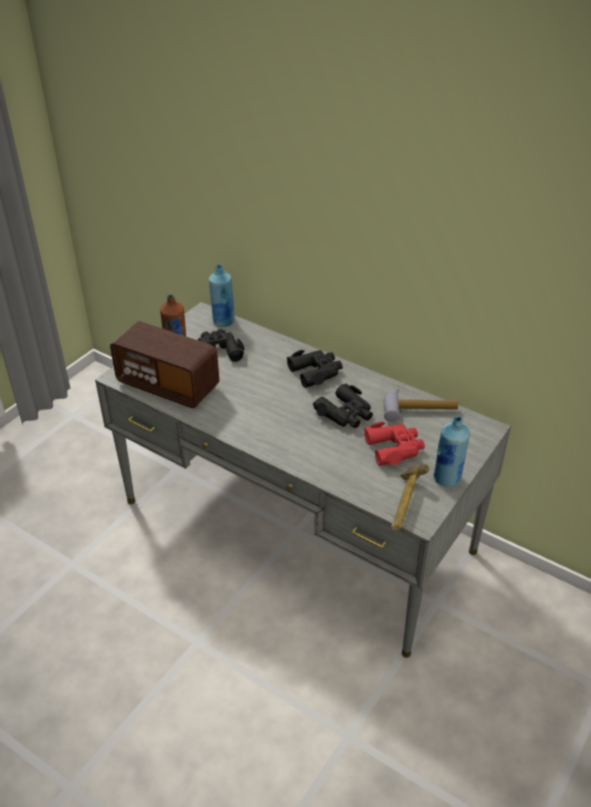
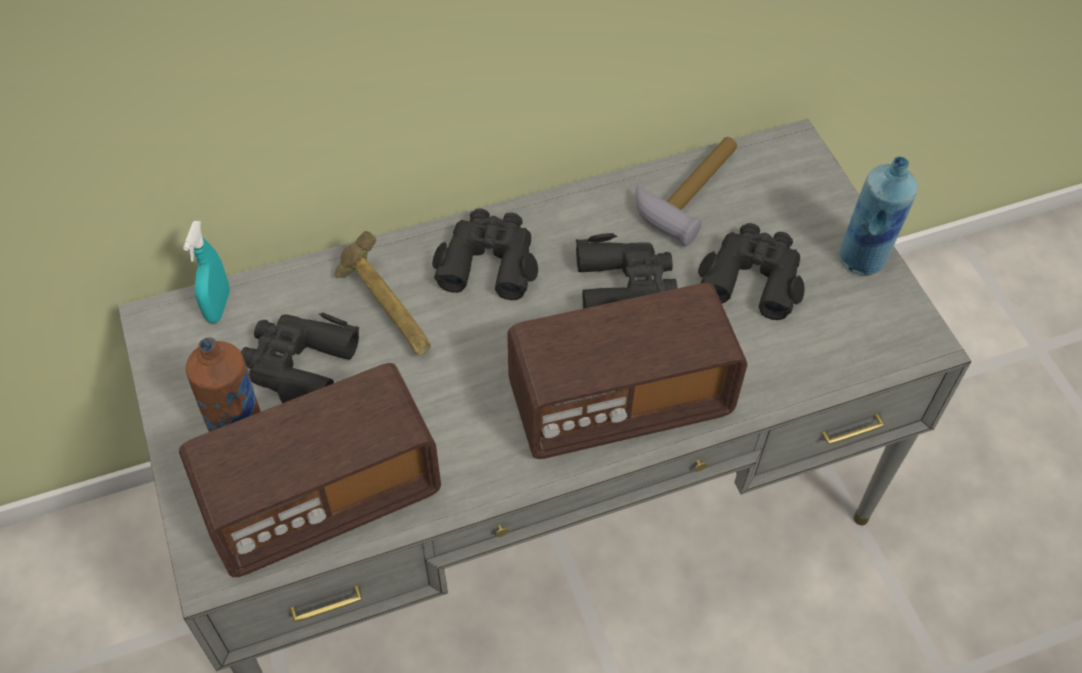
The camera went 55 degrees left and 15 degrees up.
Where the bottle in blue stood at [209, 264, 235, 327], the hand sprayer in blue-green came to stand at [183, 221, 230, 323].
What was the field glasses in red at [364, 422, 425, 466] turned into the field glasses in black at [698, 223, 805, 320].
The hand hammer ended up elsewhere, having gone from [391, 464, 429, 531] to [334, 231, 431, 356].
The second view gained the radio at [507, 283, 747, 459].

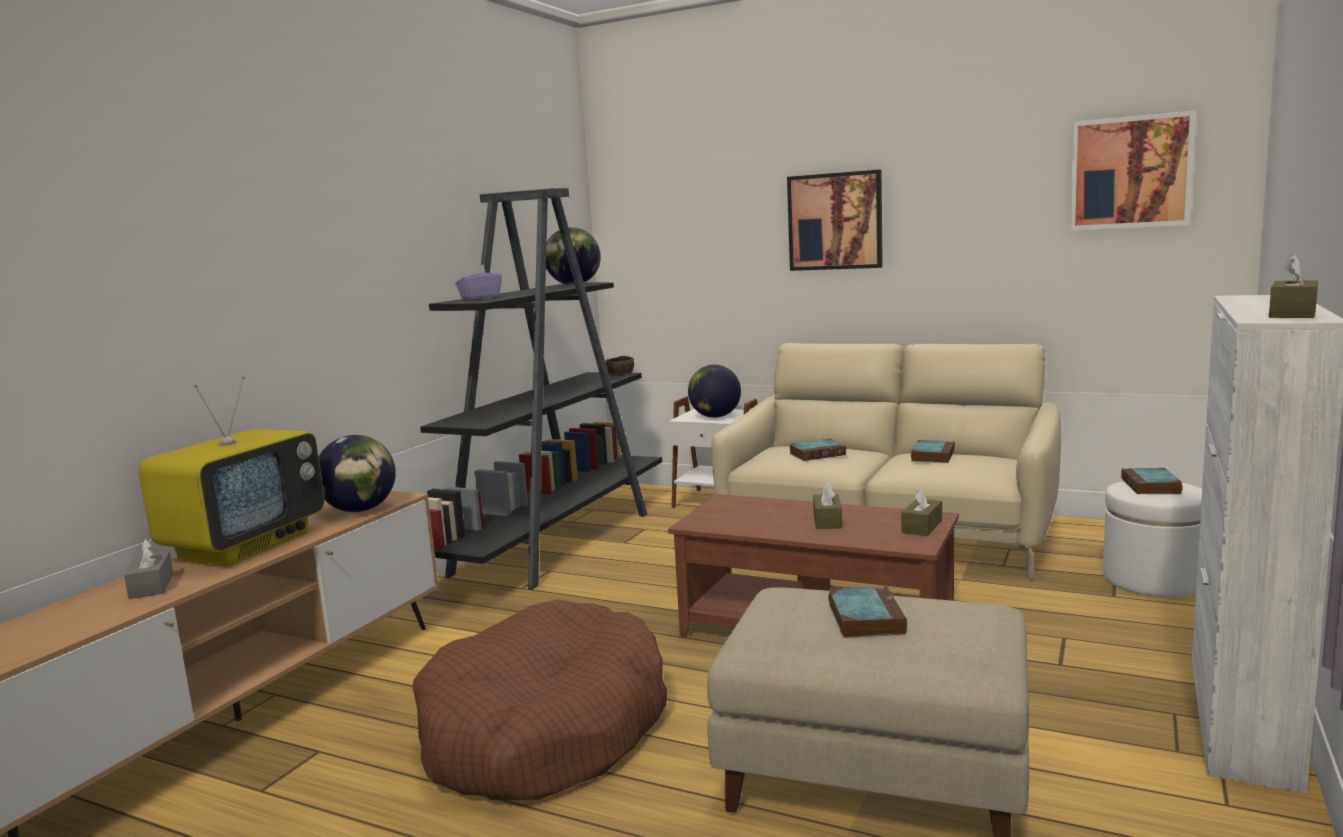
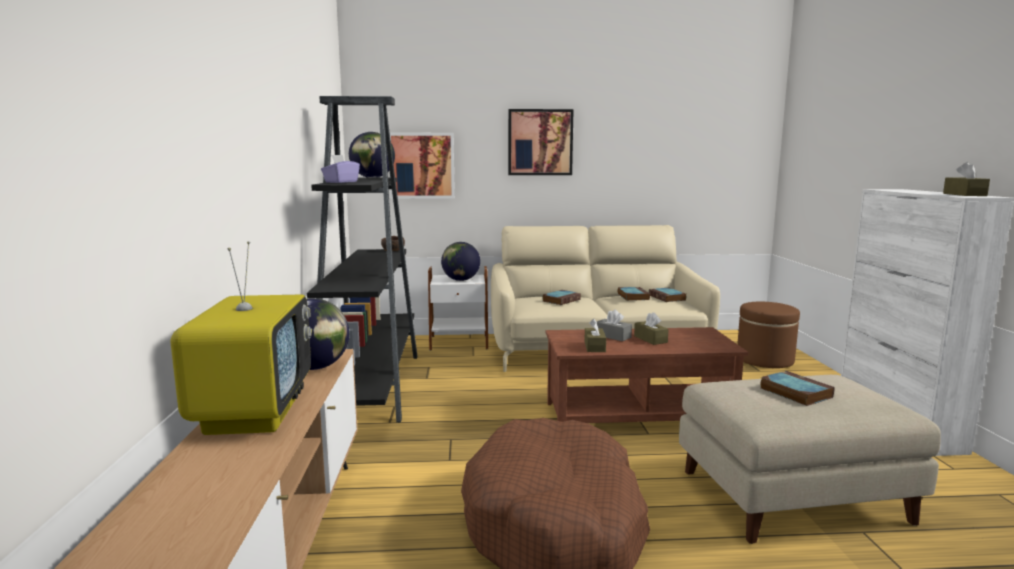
The camera went 30 degrees left and 0 degrees up.
The tissue holder in greyish ended up elsewhere, having gone from [124, 539, 173, 599] to [597, 309, 632, 341].
The tissue holder in brown ended up elsewhere, having gone from [901, 486, 942, 536] to [584, 319, 606, 352].
The wall art ended up elsewhere, having gone from [1070, 110, 1196, 231] to [389, 133, 455, 199].
What was the ottoman in white-coloured at [1103, 481, 1202, 597] turned into the ottoman in brown at [737, 302, 800, 368].
The book ended up elsewhere, having gone from [1121, 468, 1183, 494] to [649, 288, 687, 302].

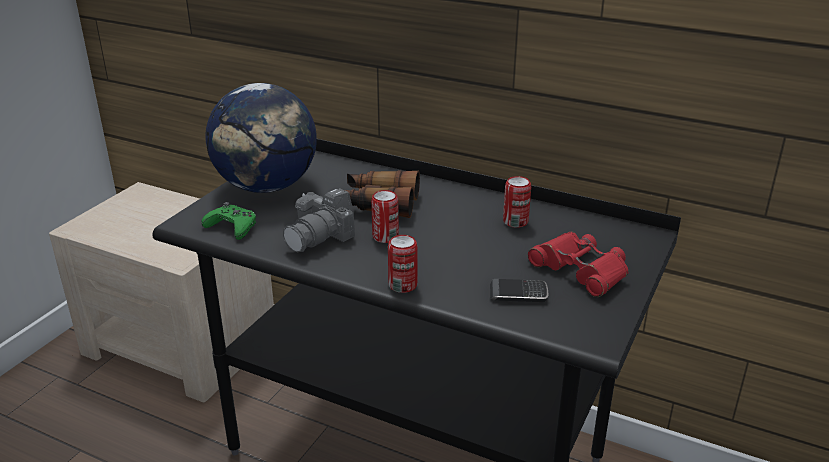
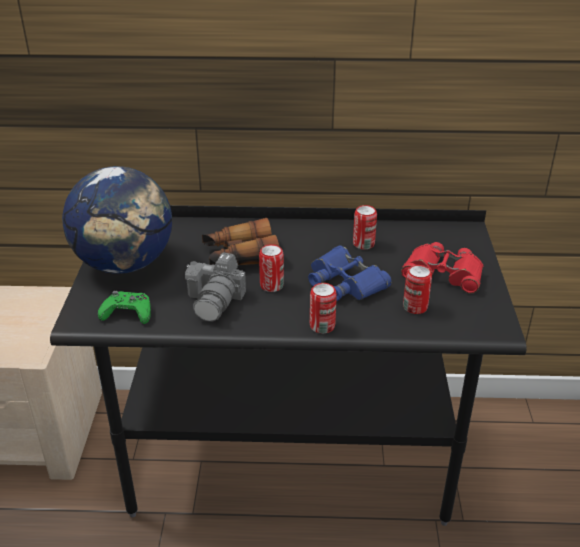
The camera went 25 degrees left and 5 degrees up.
Where the telephone stood at [490, 279, 548, 302], the metal can came to stand at [403, 265, 432, 314].
The second view gained the field glasses in blue at [308, 246, 392, 301].

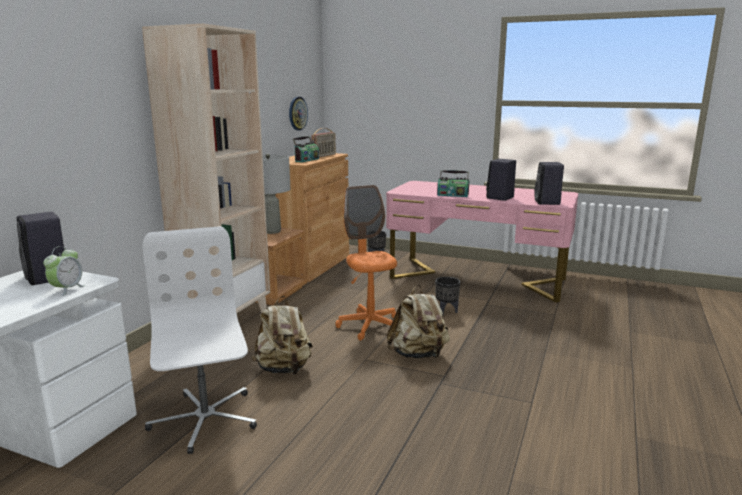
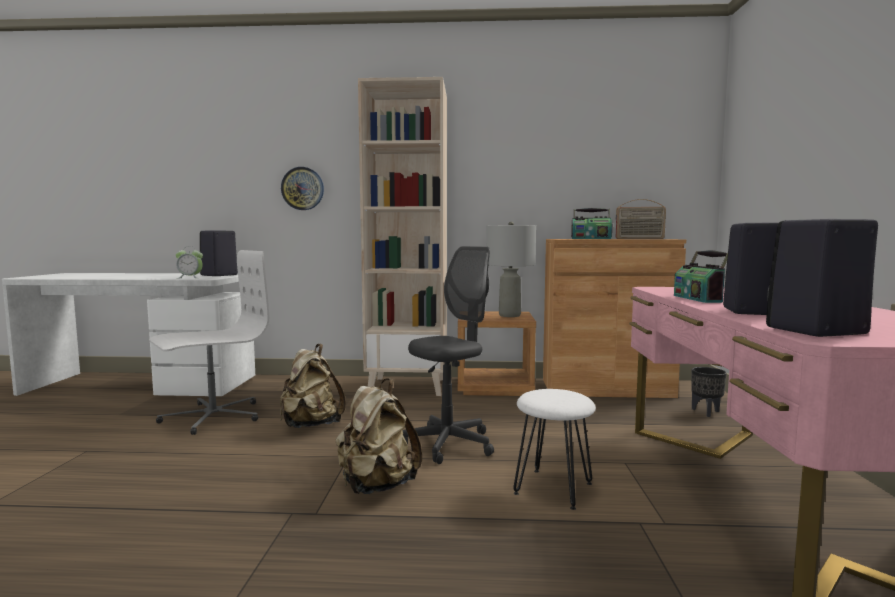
The camera went 70 degrees right and 10 degrees down.
The wall clock ended up elsewhere, having gone from [289, 97, 308, 131] to [281, 167, 324, 210].
What was the desk chair in orange-coloured at [335, 185, 397, 341] turned into the desk chair in greyish at [403, 246, 494, 464].
Where the flower pot in black stood at [435, 277, 460, 316], the stool in white-coloured came to stand at [513, 389, 596, 510].

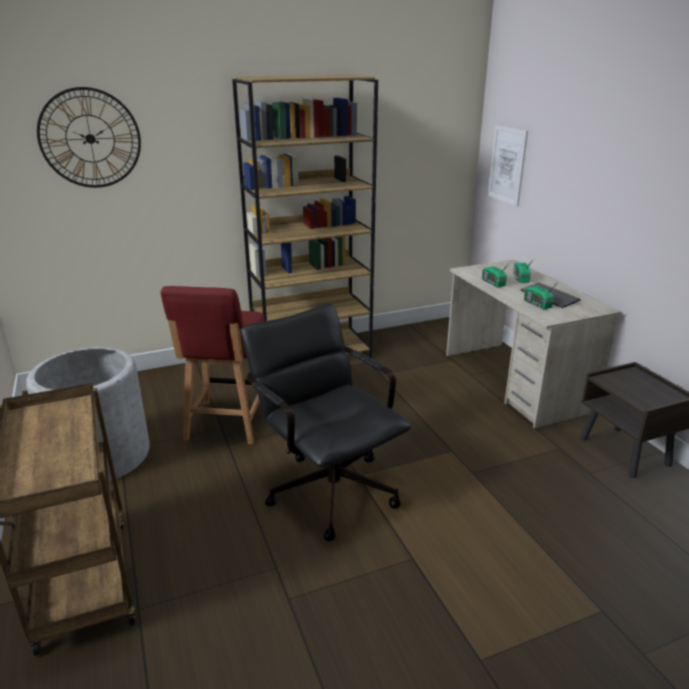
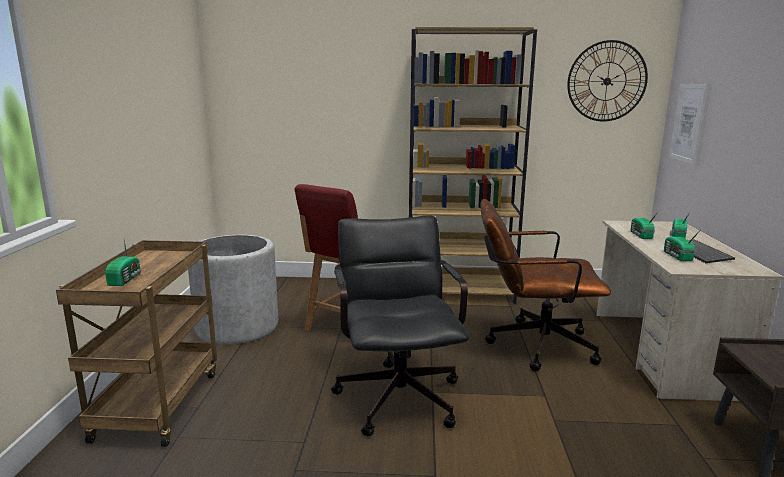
The camera went 25 degrees right and 10 degrees down.
The wall clock ended up elsewhere, having gone from [37, 87, 141, 188] to [567, 40, 648, 121].
The second view gained the radio at [105, 239, 141, 286].
The second view gained the desk chair in brown at [480, 199, 611, 371].

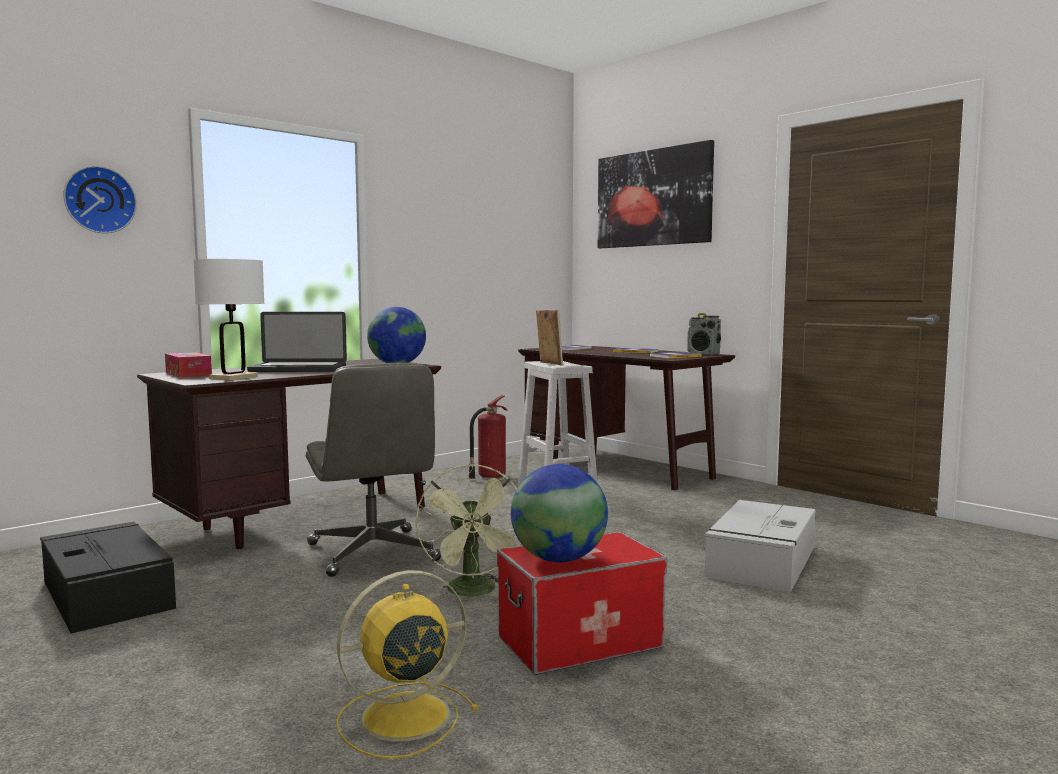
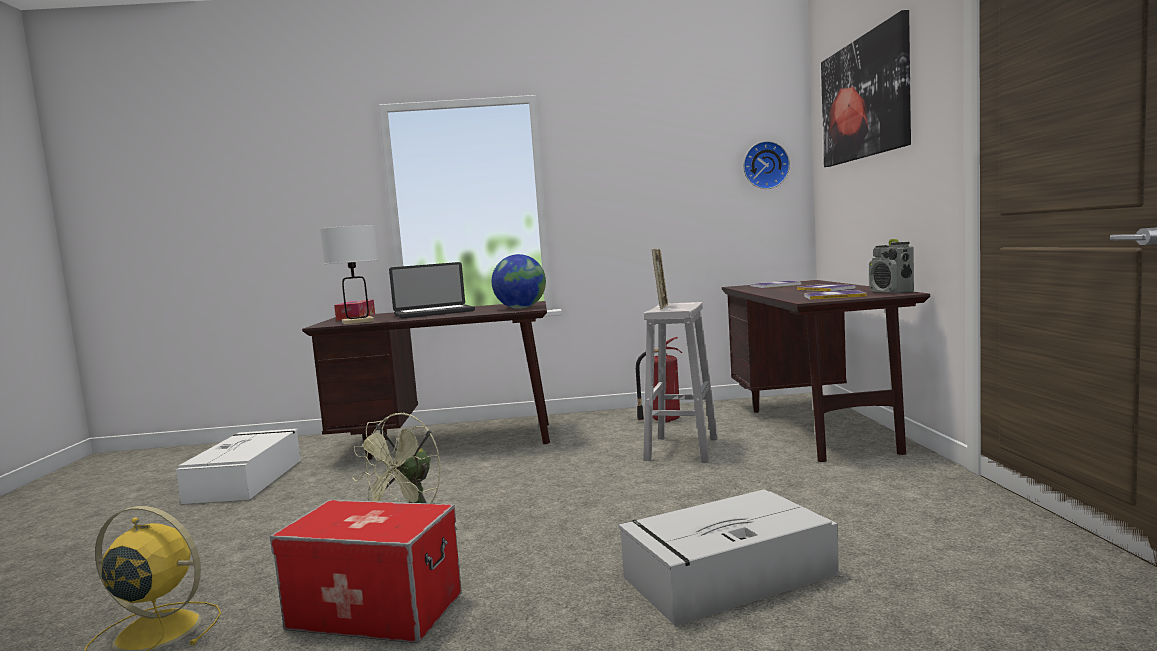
The camera went 40 degrees right and 0 degrees up.
What was the storage box in black at [40, 522, 176, 633] turned into the storage box in white-coloured at [176, 429, 301, 504].
The wall clock ended up elsewhere, having gone from [63, 166, 137, 234] to [743, 141, 790, 189].
The laptop at [247, 312, 347, 372] ended up facing another way, 60 degrees counterclockwise from before.
The second view lost the desk chair in greyish at [306, 363, 441, 577].
The second view lost the globe at [511, 464, 608, 563].

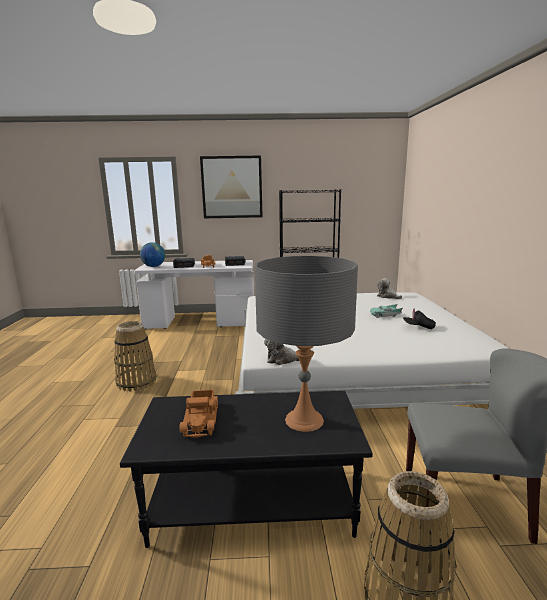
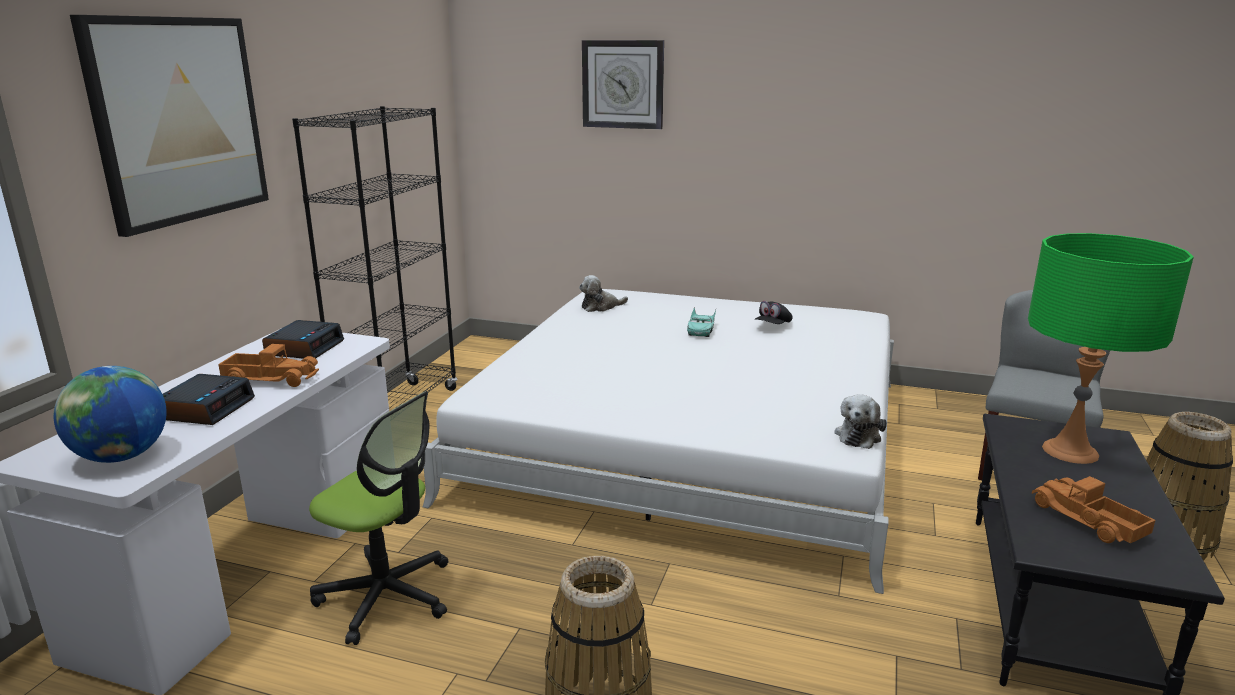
The camera went 70 degrees left and 5 degrees up.
The toy lorry at [179, 389, 218, 437] ended up facing another way, 135 degrees counterclockwise from before.
What was the table lamp in greyish at [255, 256, 358, 432] turned into the table lamp in greenish at [1028, 233, 1194, 464].
The second view gained the desk chair at [309, 391, 448, 645].
The second view gained the wall clock at [582, 40, 664, 129].

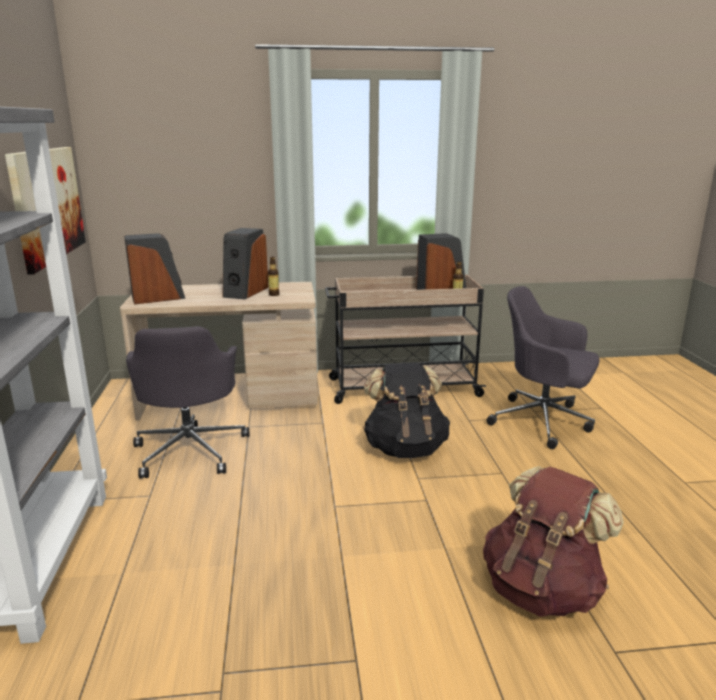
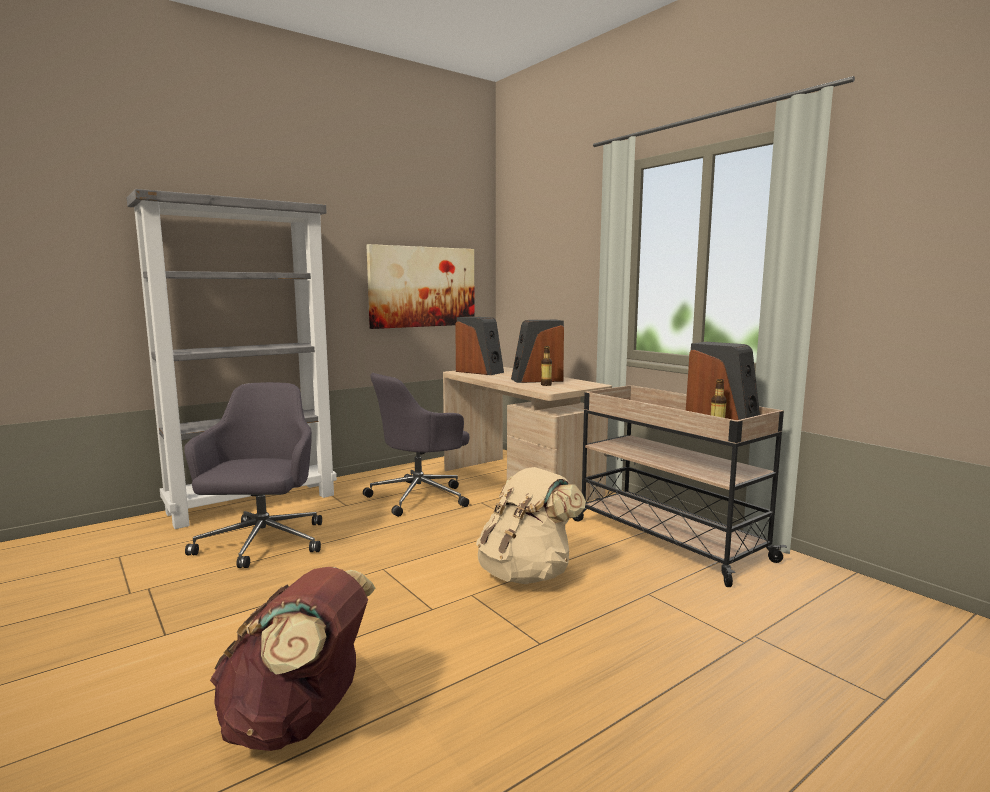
The camera went 60 degrees right and 10 degrees down.
What was the rucksack in black at [363, 363, 450, 458] turned into the rucksack in sand-coloured at [476, 467, 586, 584].
The desk chair in greyish ended up elsewhere, having gone from [487, 286, 599, 449] to [184, 382, 322, 568].

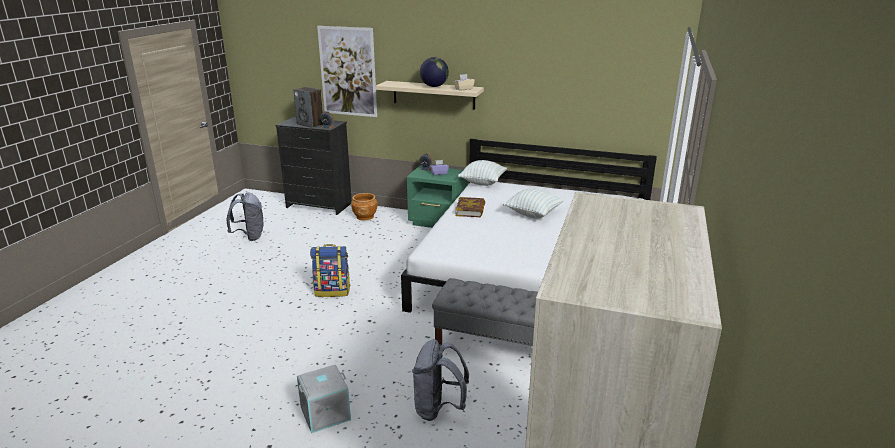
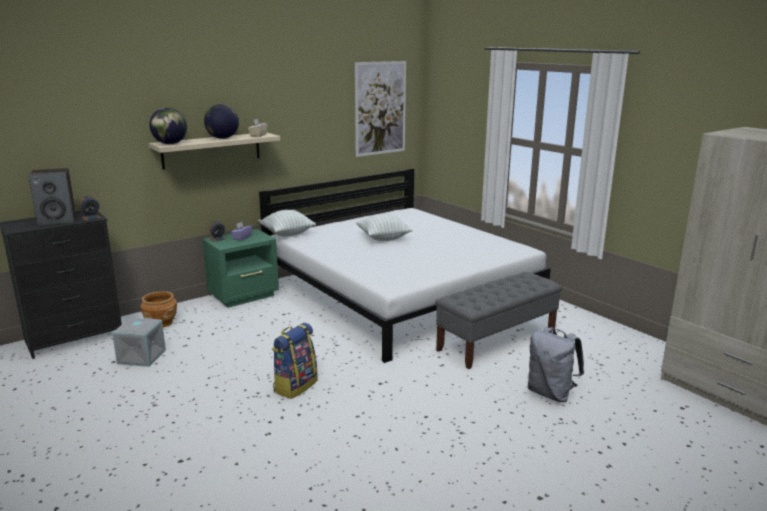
The camera went 55 degrees left and 5 degrees down.
The second view lost the rucksack in greyish at [227, 192, 263, 241].
The storage box in greyish ended up elsewhere, having gone from [297, 365, 351, 433] to [112, 317, 166, 367].
The wall art ended up elsewhere, having gone from [317, 26, 377, 117] to [355, 61, 406, 157].
The second view lost the book at [456, 197, 485, 217].
The second view gained the globe at [149, 108, 187, 144].

